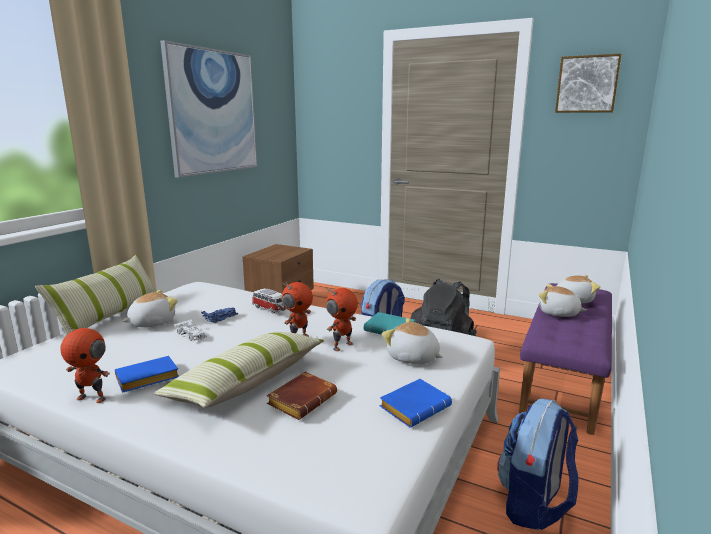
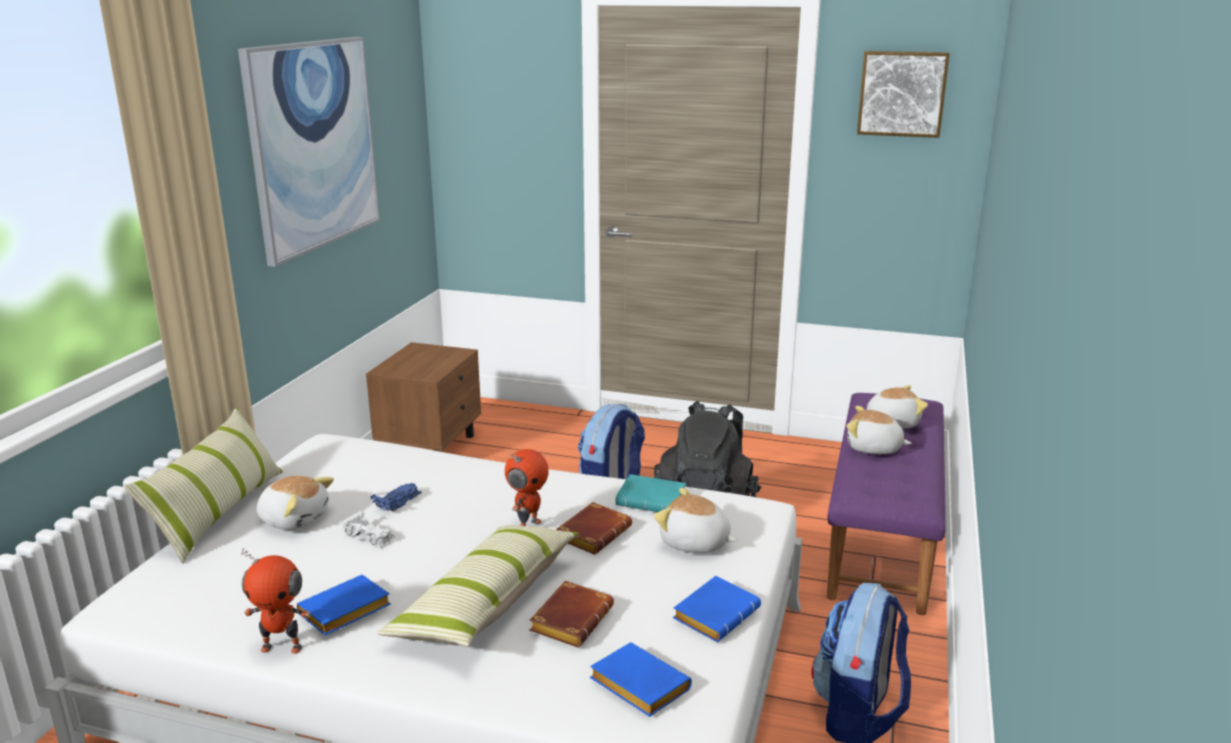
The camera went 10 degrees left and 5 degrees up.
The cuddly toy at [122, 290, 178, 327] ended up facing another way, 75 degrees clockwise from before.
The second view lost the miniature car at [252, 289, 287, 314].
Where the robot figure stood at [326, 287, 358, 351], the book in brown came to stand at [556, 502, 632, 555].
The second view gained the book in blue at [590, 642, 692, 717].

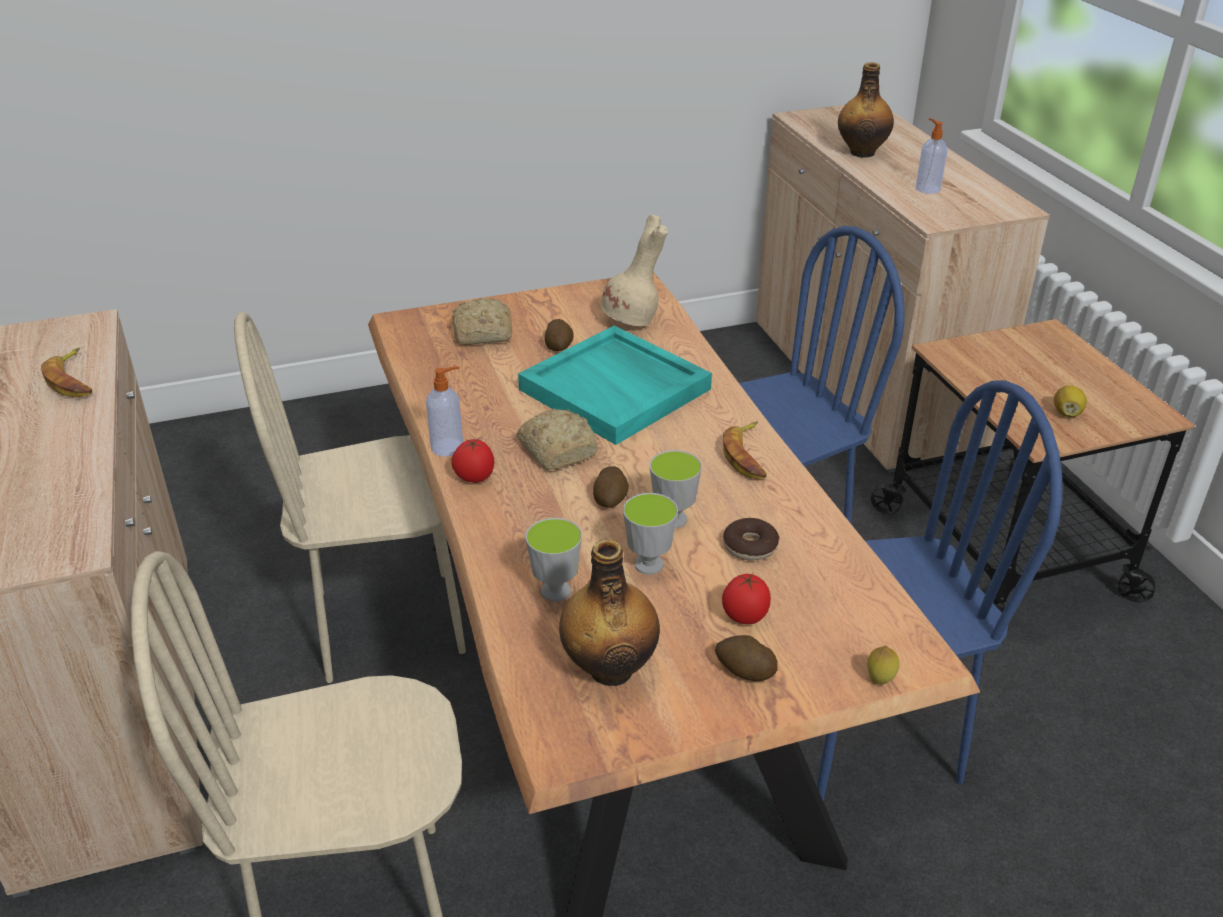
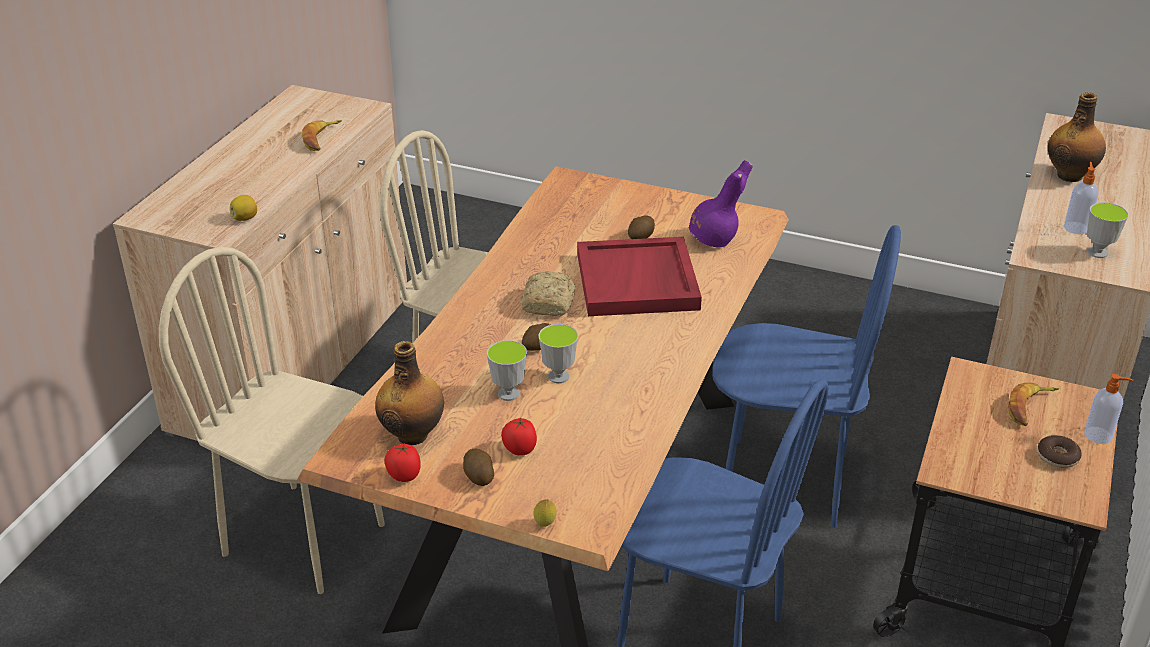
The camera went 40 degrees right and 0 degrees up.
The soap bottle ended up elsewhere, having gone from [426, 366, 463, 457] to [1084, 374, 1133, 444].
The tomato ended up elsewhere, having gone from [451, 439, 494, 483] to [384, 443, 421, 482].
The second view lost the baked bread at [452, 298, 512, 345].
What was the serving tray in blue-green at [518, 326, 712, 445] turned into the serving tray in red at [577, 237, 702, 316].
The drinking cup ended up elsewhere, having gone from [525, 518, 582, 602] to [1087, 202, 1128, 258].
What was the decorative vase in sand-coloured at [600, 215, 668, 326] turned into the decorative vase in purple at [689, 160, 753, 247].
The banana fruit ended up elsewhere, having gone from [723, 421, 767, 479] to [1008, 382, 1059, 426].
The doughnut ended up elsewhere, having gone from [723, 518, 779, 561] to [1037, 435, 1082, 468].
The whole lemon ended up elsewhere, having gone from [1054, 385, 1087, 417] to [230, 195, 257, 221].

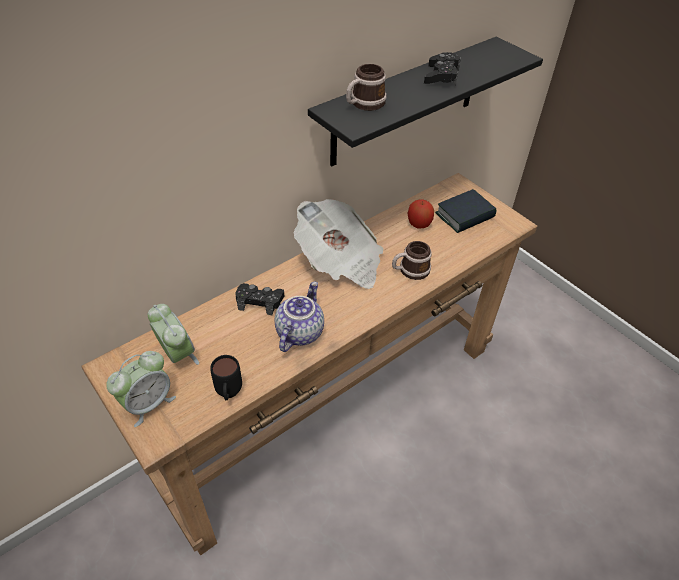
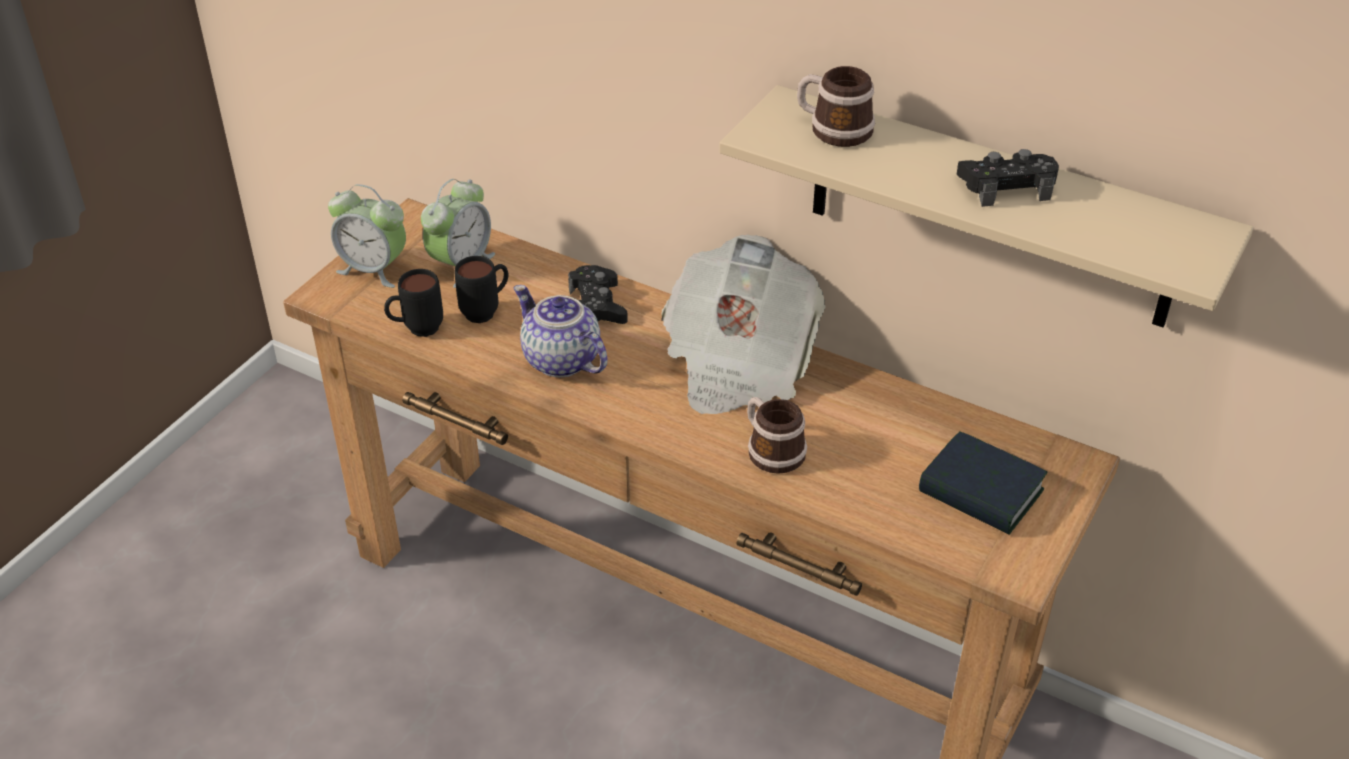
The camera went 70 degrees right and 5 degrees down.
The pot for tea at [275, 282, 324, 352] ended up facing another way, 135 degrees counterclockwise from before.
What was the shelf in black at [308, 37, 543, 167] turned into the shelf in sand-coloured at [719, 85, 1253, 328].
The second view lost the apple fruit at [408, 199, 434, 229].
The second view gained the tea mug in black at [454, 256, 508, 323].

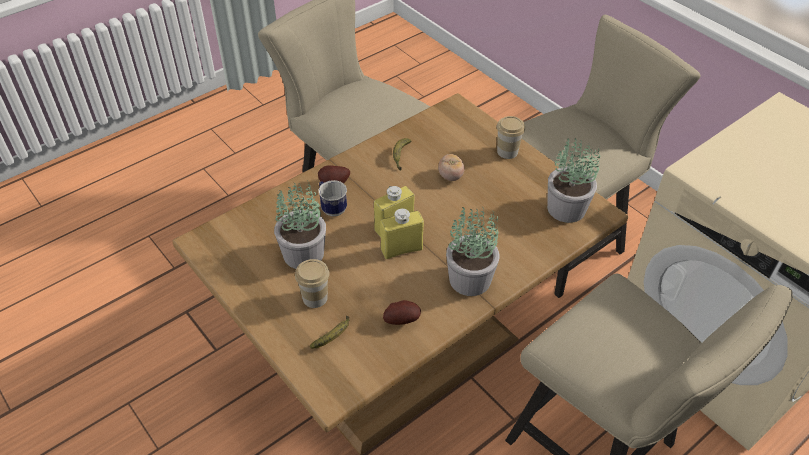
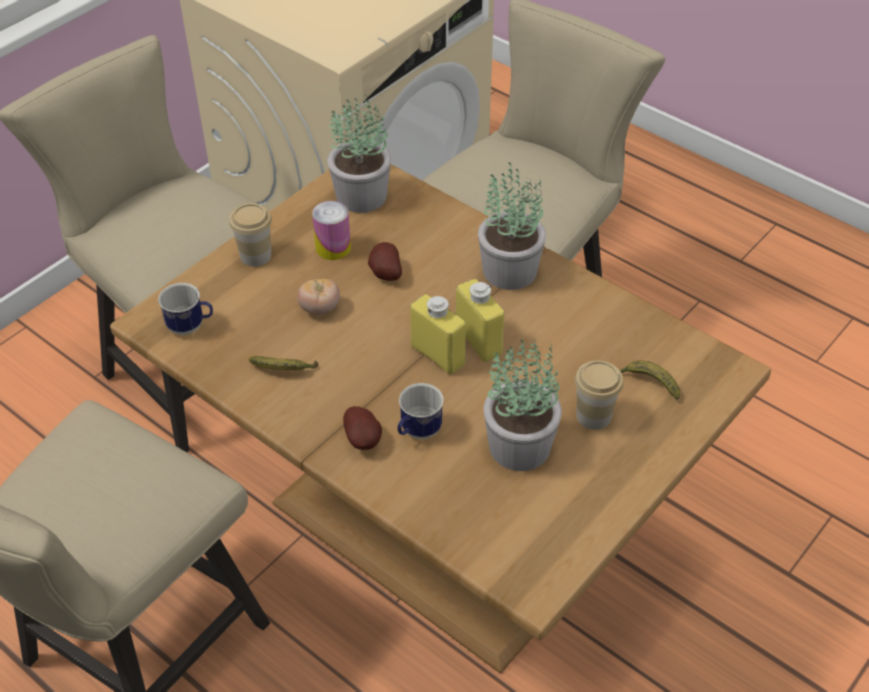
The camera went 100 degrees left and 0 degrees up.
The spud ended up elsewhere, having gone from [383, 300, 421, 325] to [368, 242, 402, 281].
The second view gained the tea mug at [158, 283, 213, 335].
The second view gained the metal can at [312, 201, 351, 260].

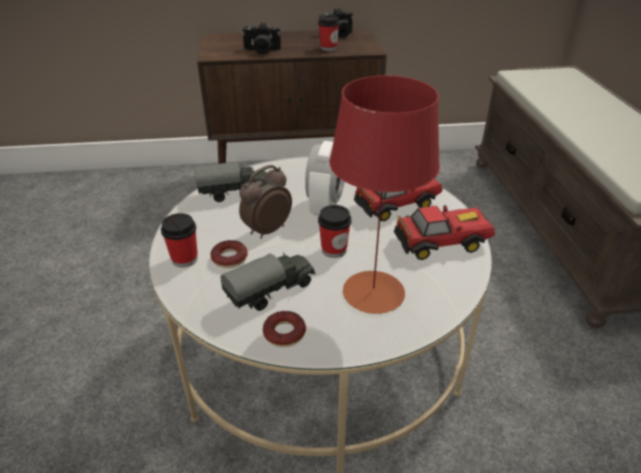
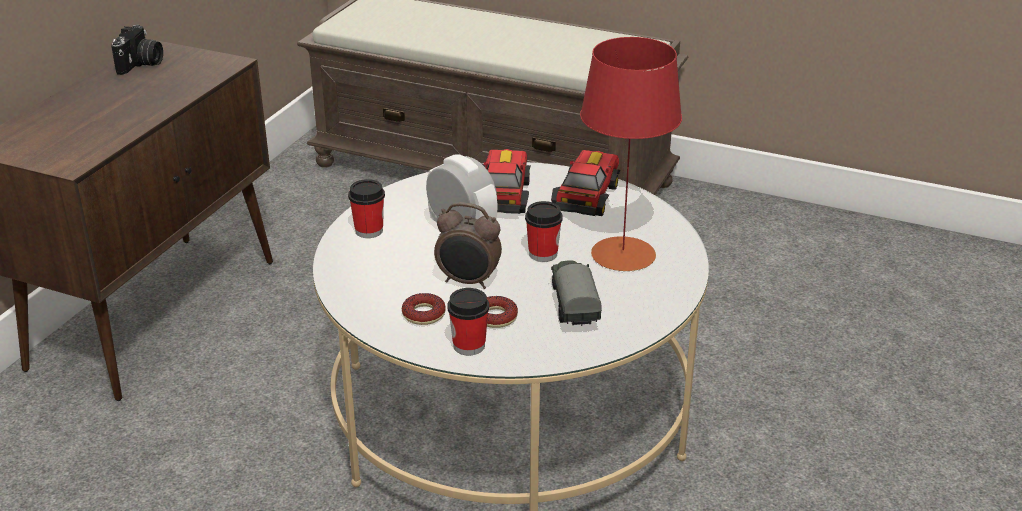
The camera went 60 degrees left and 5 degrees down.
The second view lost the toy lorry at [195, 162, 267, 202].
The alarm clock at [239, 165, 292, 239] ended up facing another way, 60 degrees counterclockwise from before.
The second view lost the still camera at [242, 22, 281, 54].
The doughnut ended up elsewhere, having gone from [263, 311, 306, 347] to [402, 293, 446, 325].
The drinking cup ended up elsewhere, having gone from [318, 15, 340, 51] to [348, 179, 385, 238].

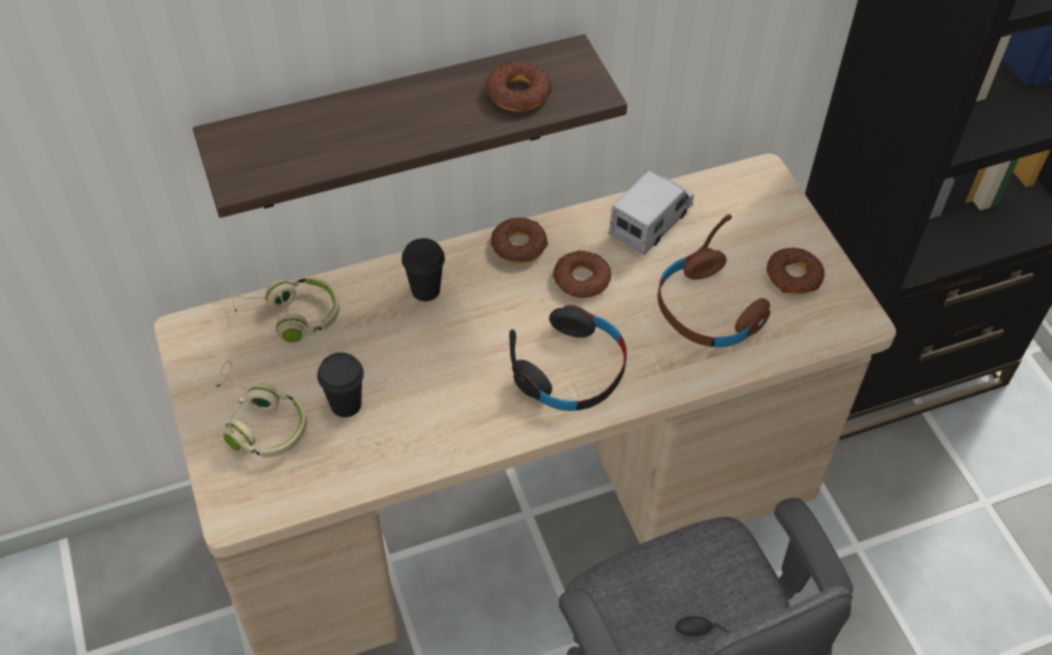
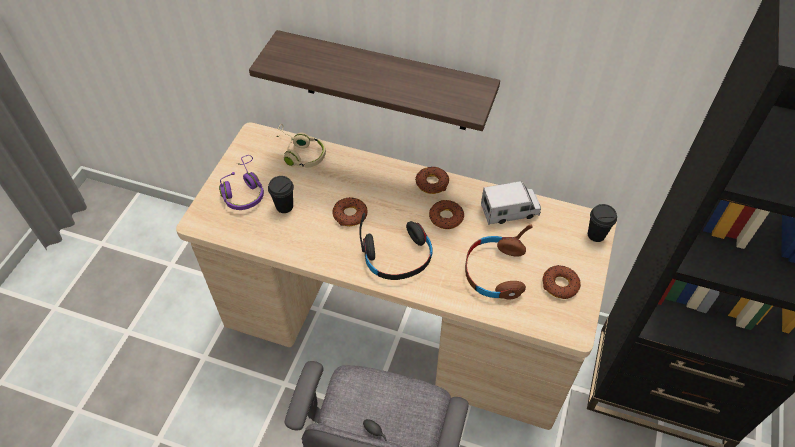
The camera went 40 degrees right and 0 degrees up.
What was the headphones in sand-coloured at [215, 361, 307, 458] turned into the headphones in purple at [219, 155, 264, 210].
The drinking cup in black ended up elsewhere, having gone from [402, 238, 445, 301] to [588, 204, 617, 242].
The doughnut ended up elsewhere, having gone from [486, 61, 552, 112] to [332, 197, 367, 226].

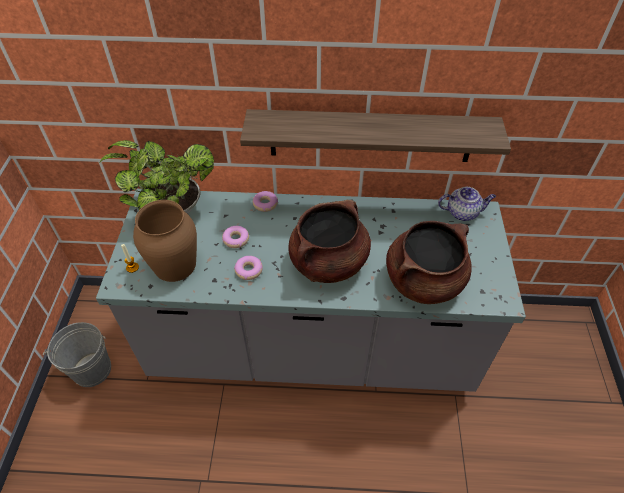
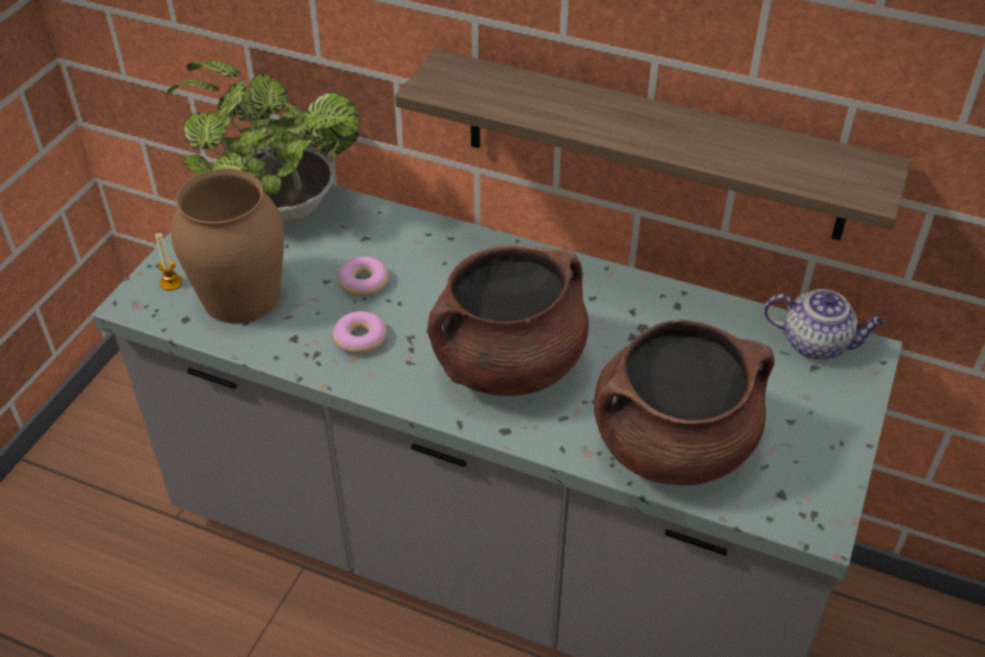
The camera went 20 degrees right and 5 degrees down.
The second view lost the bucket in greyish at [43, 322, 111, 387].
The second view lost the doughnut at [253, 191, 278, 212].

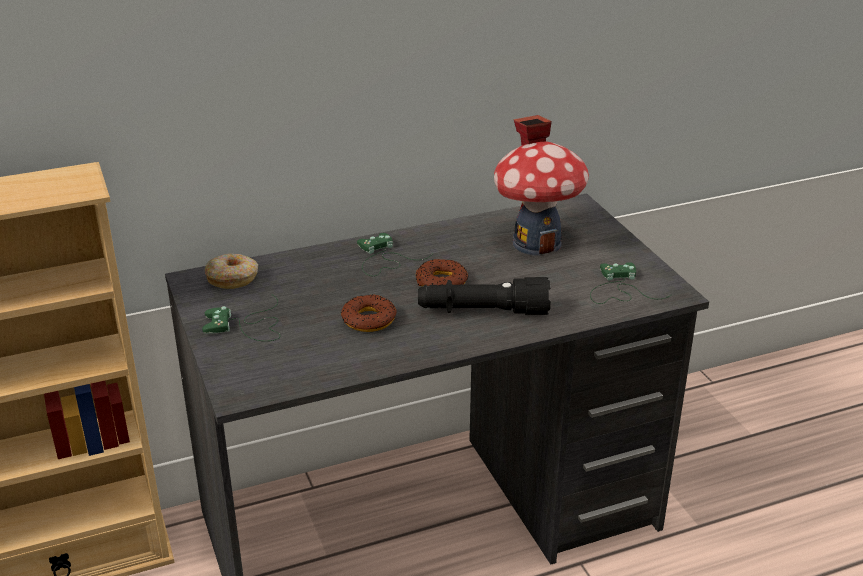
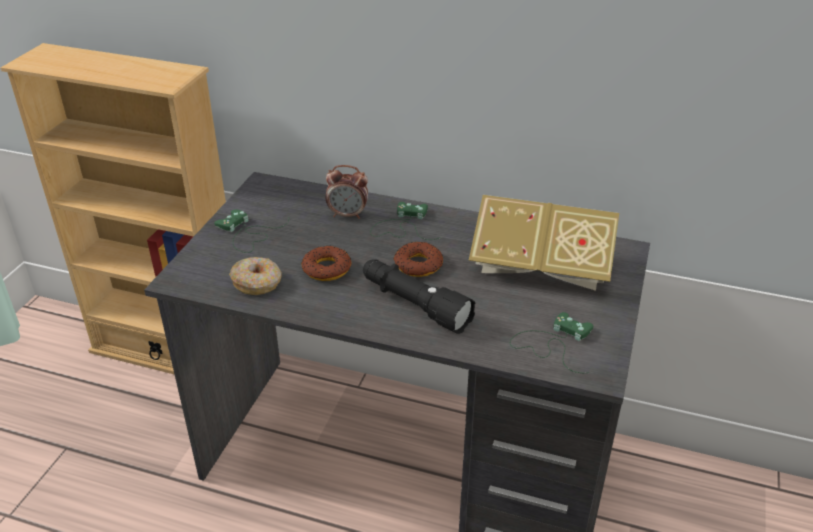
The camera went 40 degrees right and 5 degrees up.
The doughnut ended up elsewhere, having gone from [205, 254, 258, 289] to [229, 257, 282, 295].
Where the toy house stood at [494, 115, 589, 256], the book came to stand at [469, 195, 619, 291].
The second view gained the alarm clock at [326, 165, 368, 219].

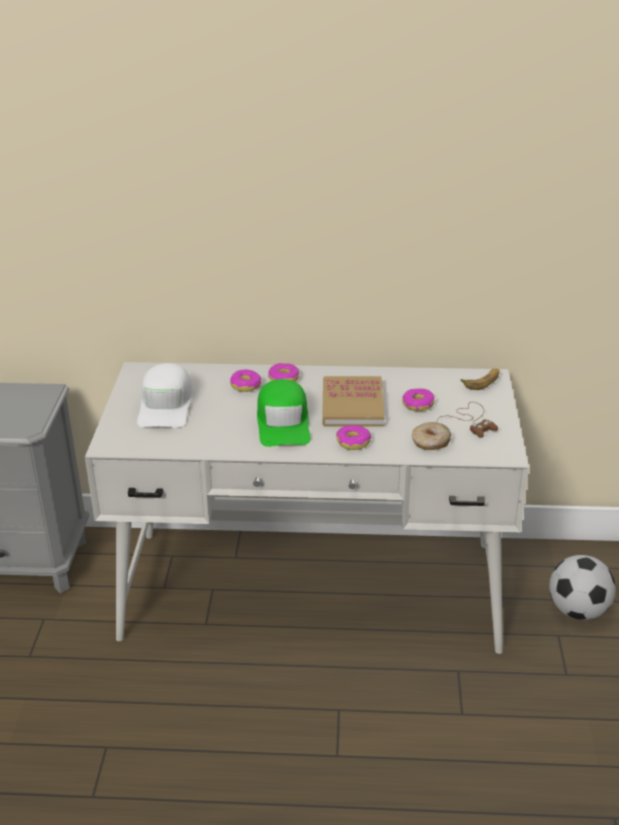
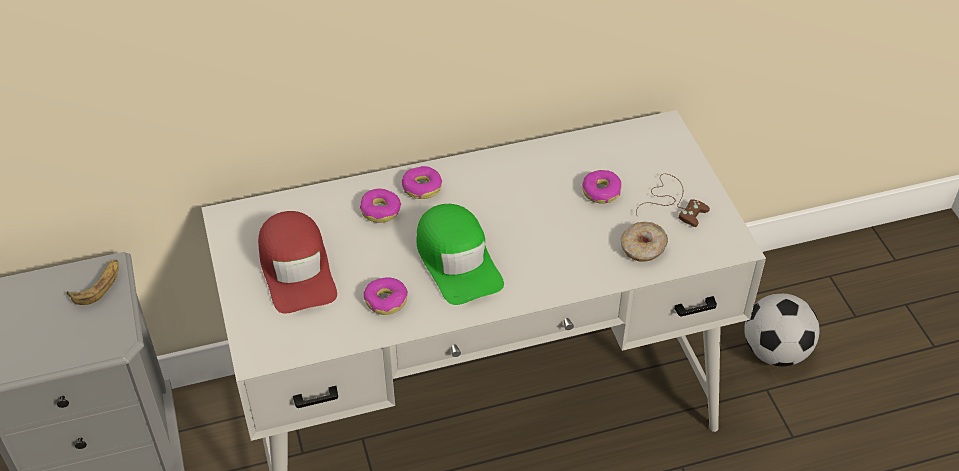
The camera went 20 degrees left and 15 degrees up.
What was the peaked cap in white-coloured at [137, 363, 193, 428] turned into the peaked cap in red at [258, 211, 337, 314].
The second view lost the book at [322, 376, 385, 427].
The doughnut ended up elsewhere, having gone from [336, 425, 371, 450] to [364, 277, 408, 315].
The banana fruit ended up elsewhere, having gone from [461, 368, 500, 390] to [67, 260, 119, 305].

